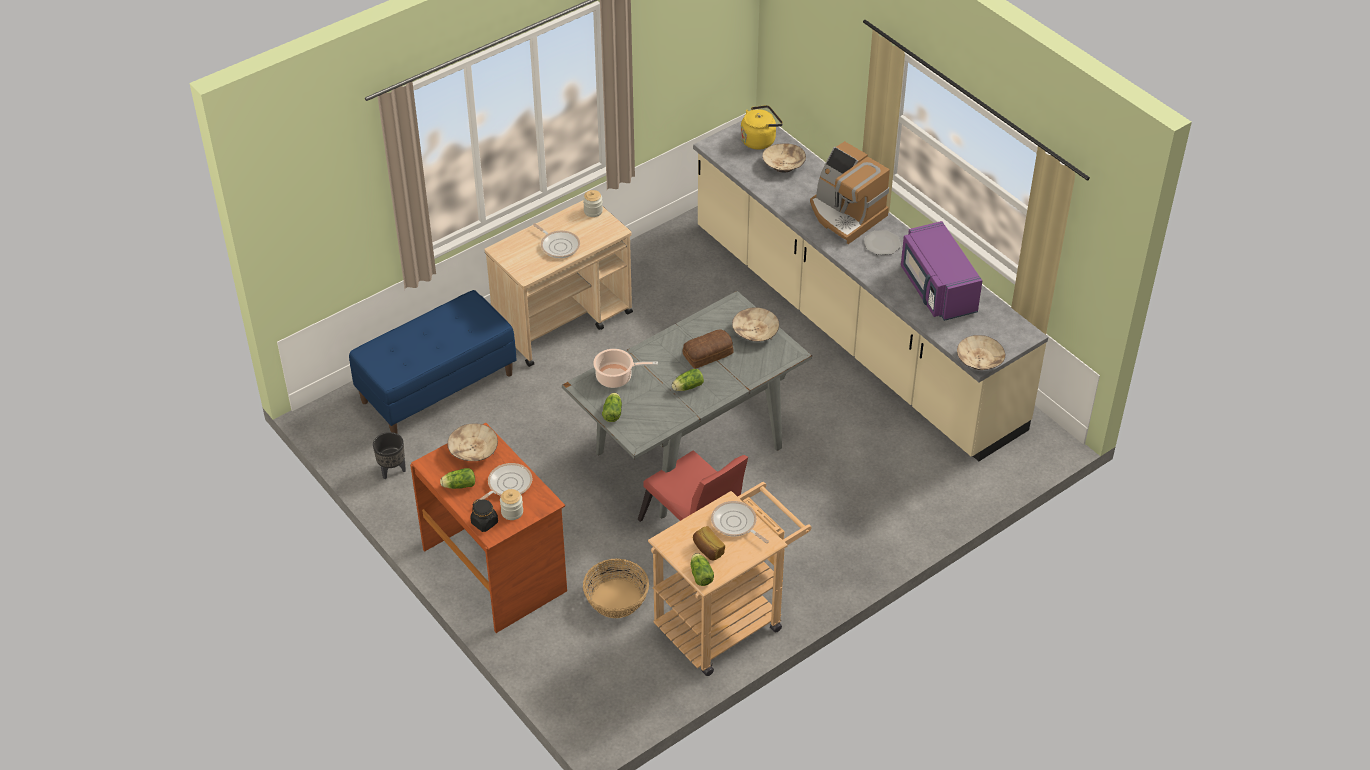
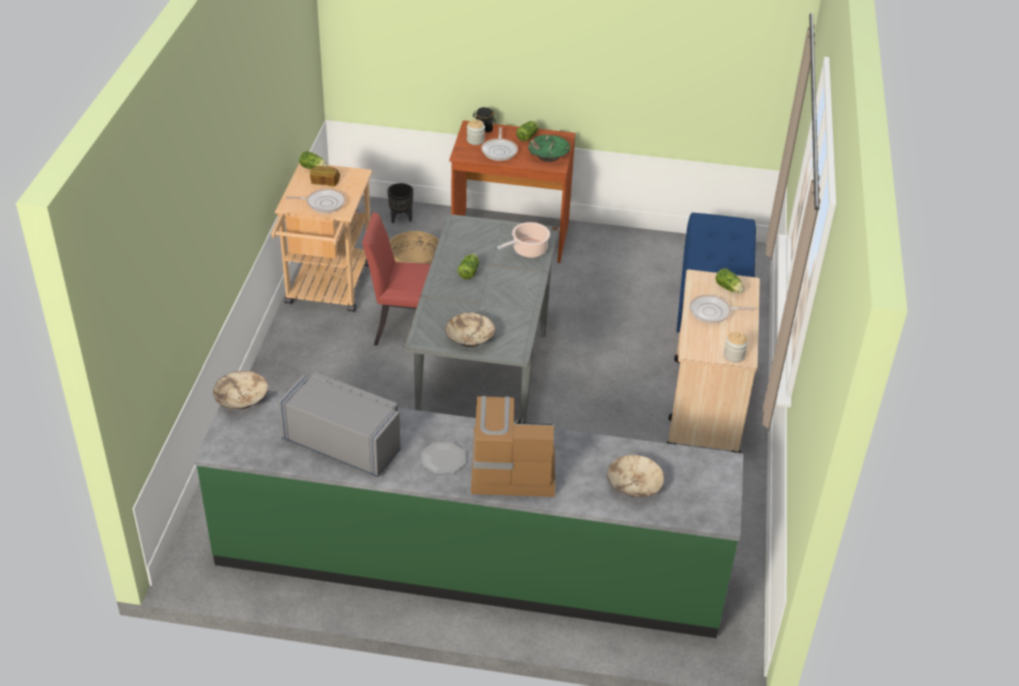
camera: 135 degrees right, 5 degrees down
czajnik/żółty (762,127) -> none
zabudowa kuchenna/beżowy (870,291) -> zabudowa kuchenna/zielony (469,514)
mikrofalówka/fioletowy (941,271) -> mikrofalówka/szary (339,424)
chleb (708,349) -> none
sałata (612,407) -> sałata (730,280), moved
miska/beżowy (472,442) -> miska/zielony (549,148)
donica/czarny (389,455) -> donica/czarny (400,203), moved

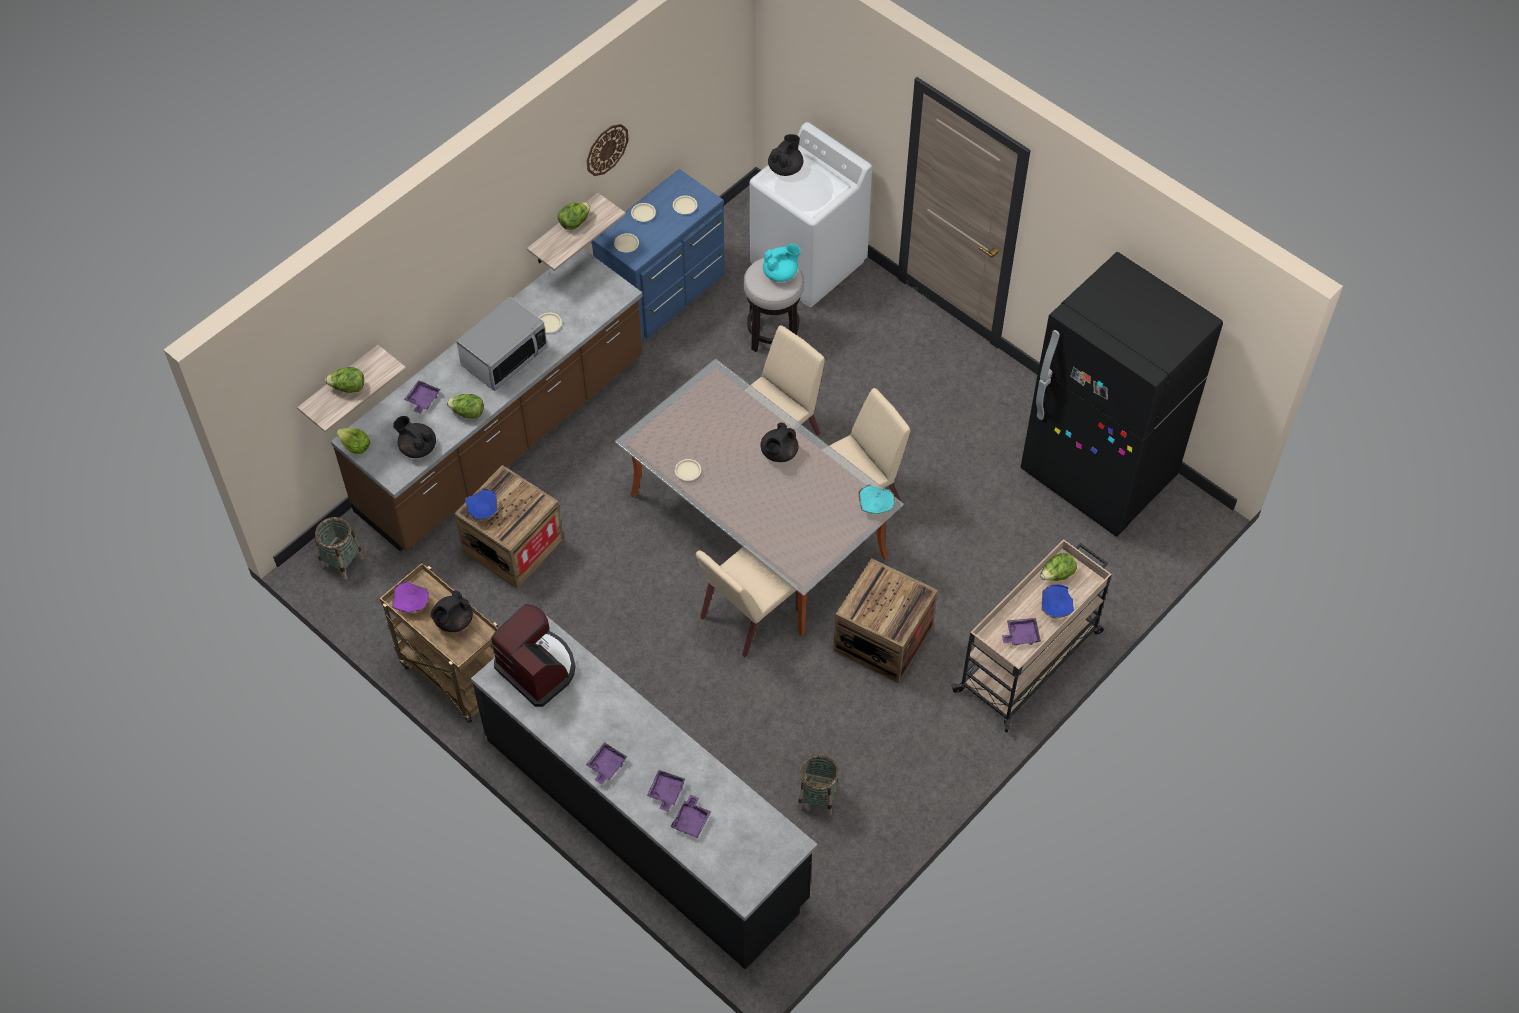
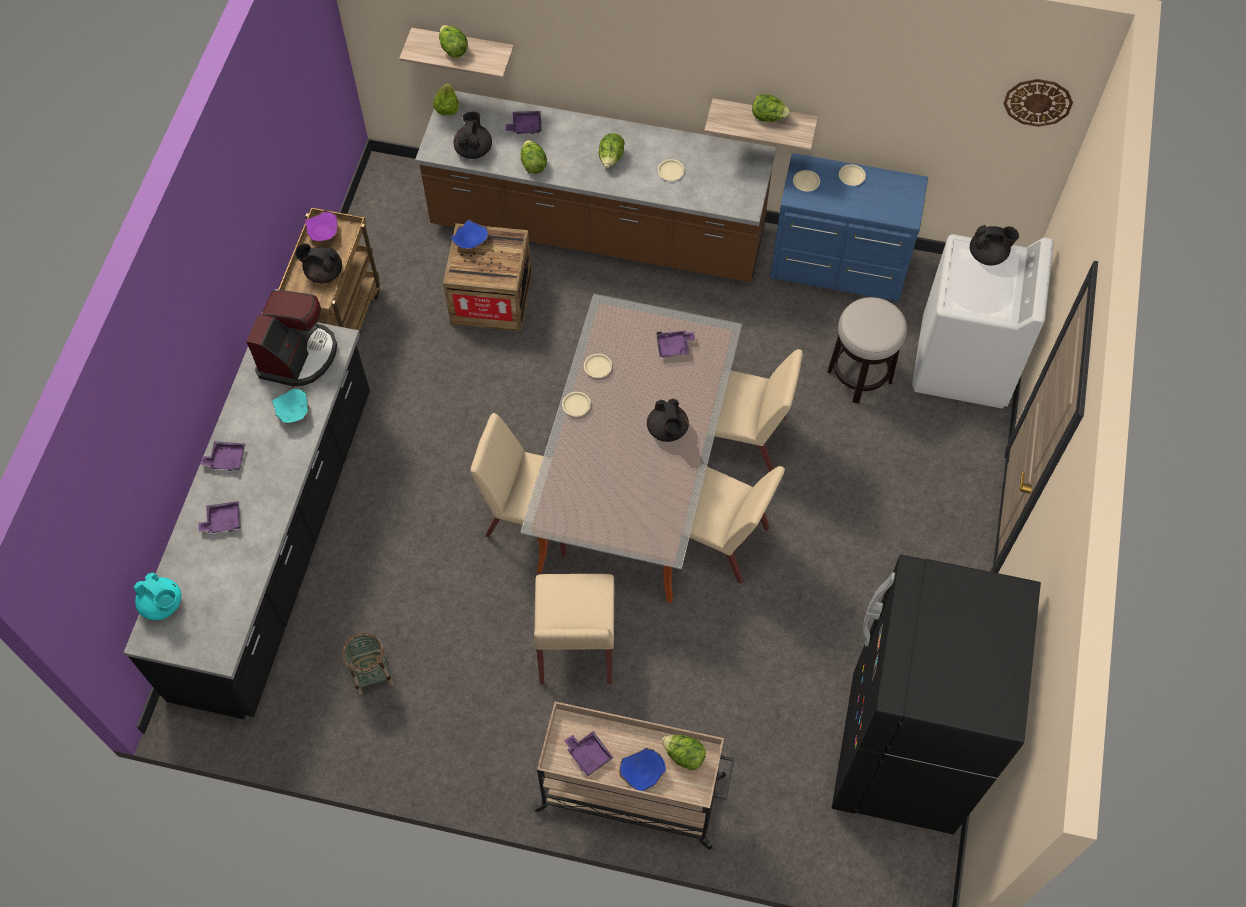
camera: 60 degrees right, 5 degrees up
zegar ścienny (608,150) -> zegar ścienny (1038,103), moved
talerz/beżowy (685,205) -> talerz/beżowy (576,404), moved
imbryk/turkusowy (782,263) -> imbryk/turkusowy (158,596), moved
mikrofalówka (501,344) -> sałata (611,150)
imbryk/czarny (779,442) -> imbryk/czarny (668,420), 105 degrees counterclockwise
miska/turkusowy (876,499) -> miska/turkusowy (290,405), moved
koszyk (339,548) -> none
skrzynka (885,621) -> krzesło/beżowy (574,629)
taca/fioletowy (691,816) -> taca/fioletowy (676,344), moved

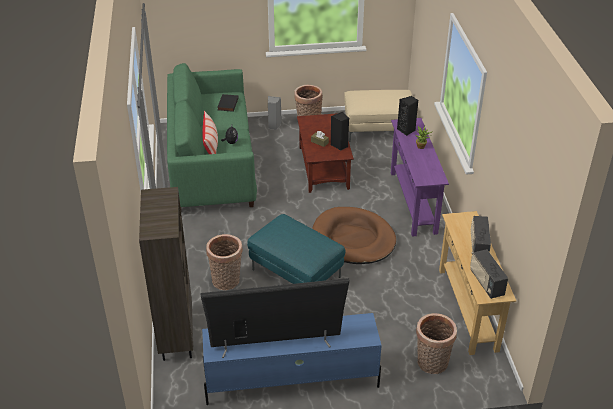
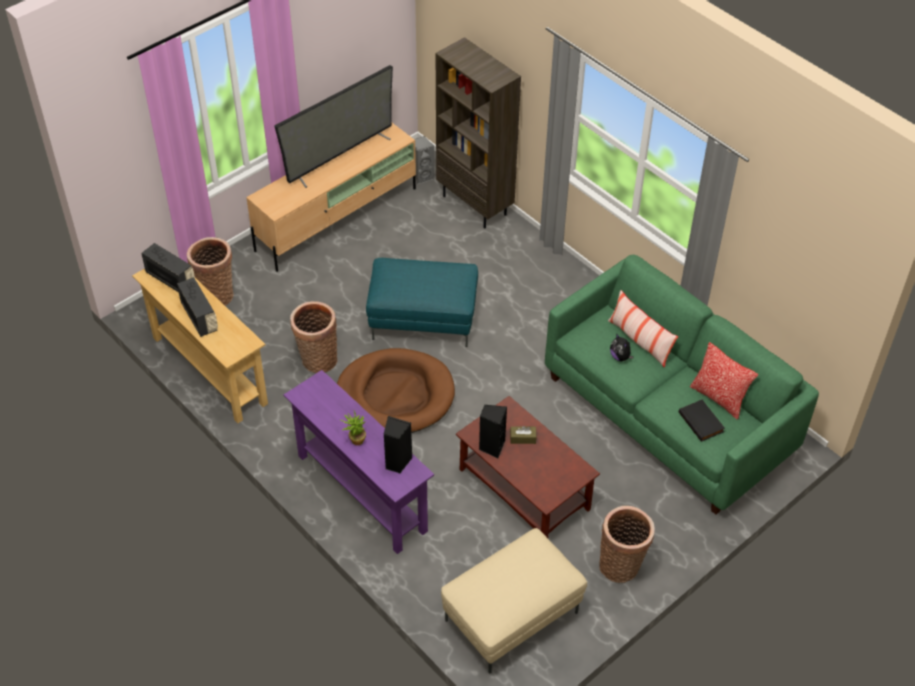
camera: 145 degrees right, 10 degrees up
głośnik/szary (275,113) -> głośnik/szary (424,160), moved
koszyk (224,262) -> koszyk (313,337), moved
szafka pod telewizor/niebieski (292,359) -> szafka pod telewizor/beżowy (331,197)
none -> poduszka (724,381)

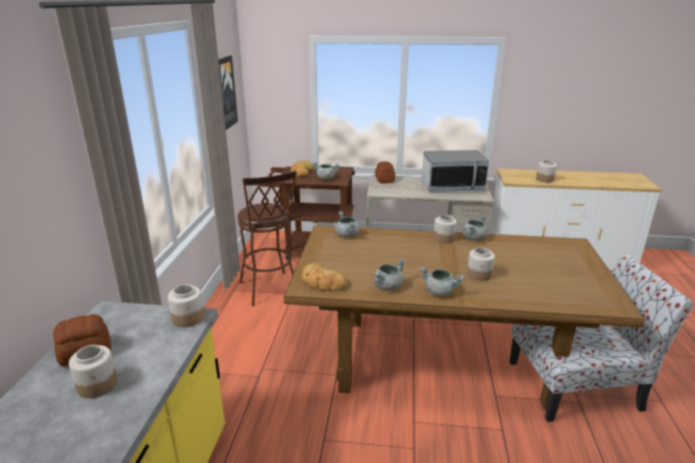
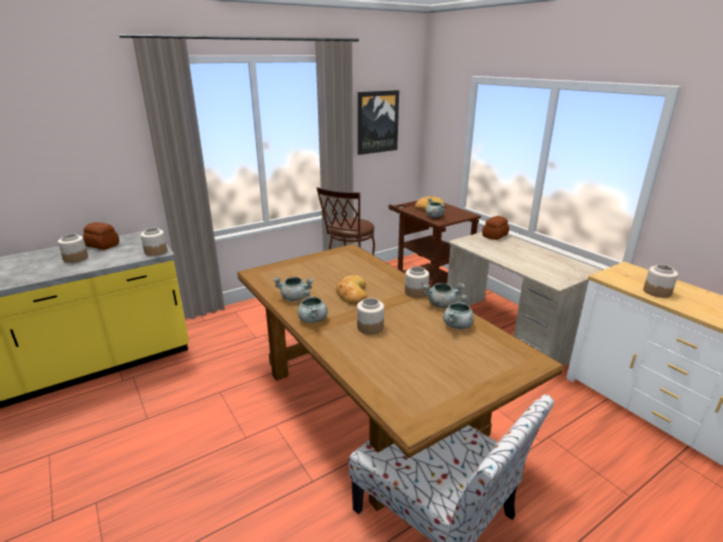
camera: 50 degrees right, 0 degrees up
mikrofalówka (455,171) -> none
garnek/szary (347,224) -> garnek/szary (458,312), moved
chleb (324,277) -> chleb (351,289), moved

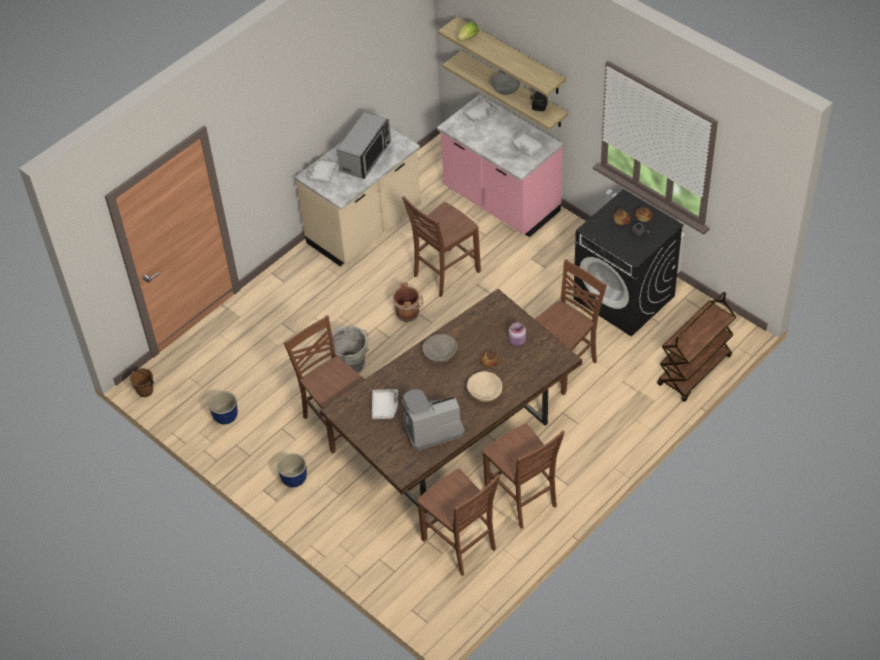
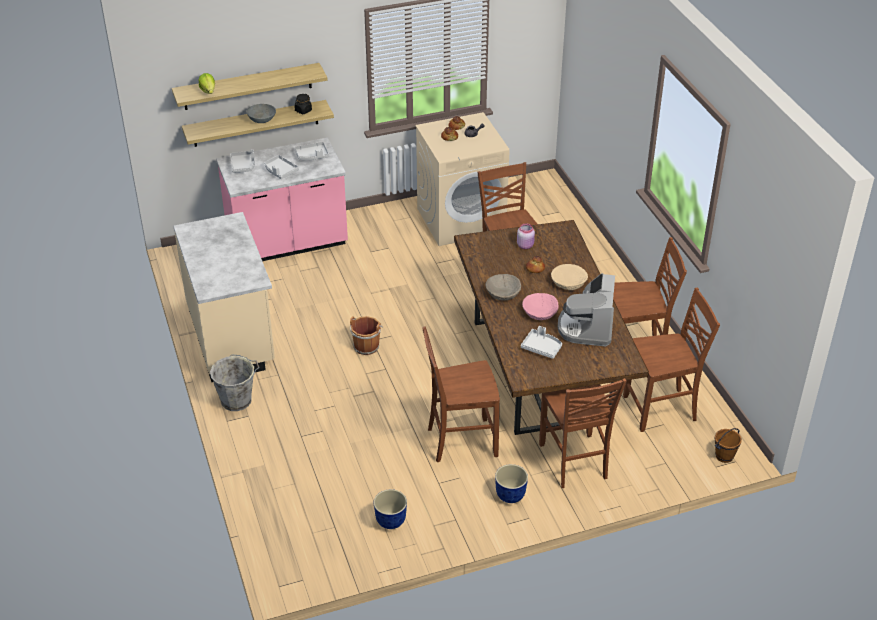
camera: 65 degrees left, 10 degrees down
mikrofalówka (364,145) -> none
taca/szary (322,171) -> taca/szary (281,167), moved
pralka/czarny (628,263) -> pralka/beżowy (462,179)
krzesło/brązowy (441,246) -> krzesło/brązowy (582,433), moved
wózek/brązowy (696,347) -> none
wiadro/szary (348,349) -> wiadro/szary (234,383), moved
wiadro/brązowy (142,382) -> wiadro/brązowy (728,445), moved
none -> miska/różowy (540,306)

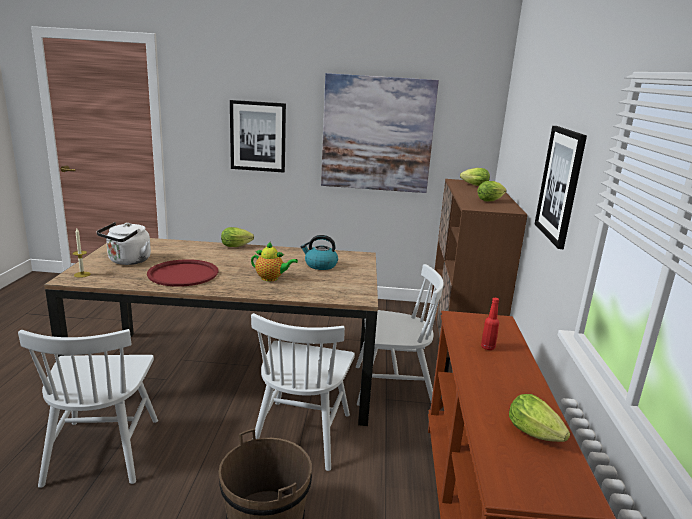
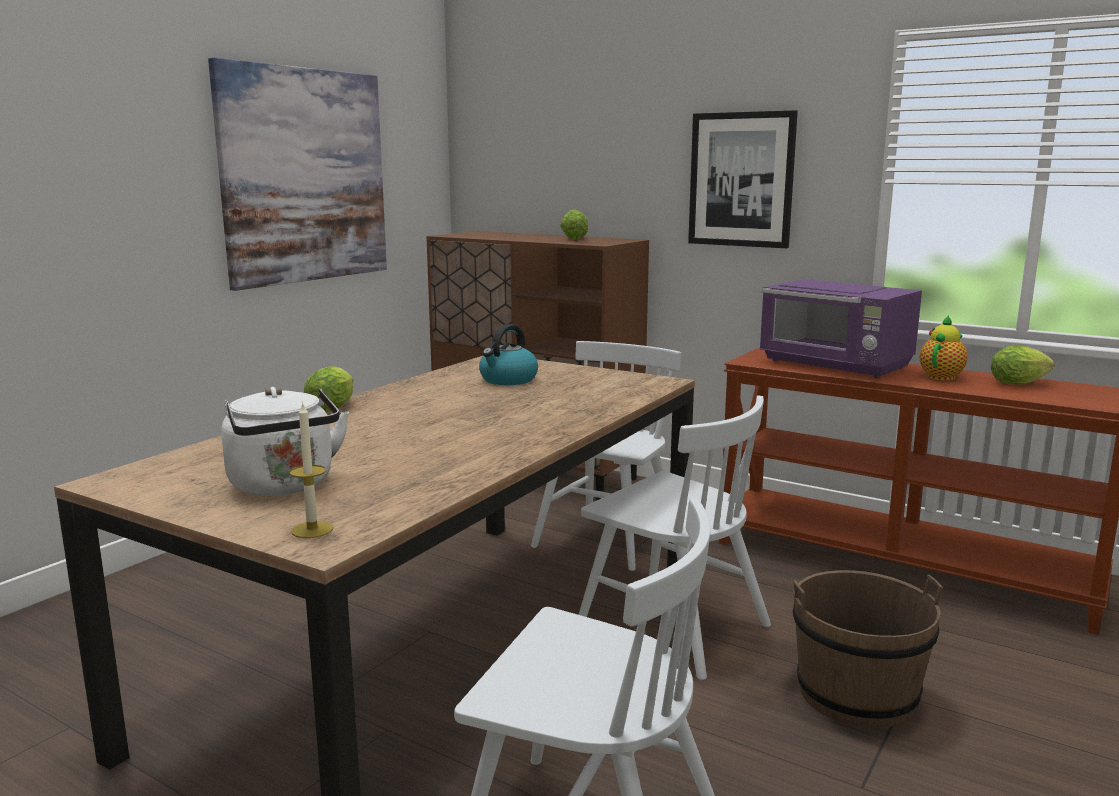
camera: 60 degrees left, 5 degrees down
obraz (258,136) -> none
sałata (475,177) -> none
imbryk (274,261) -> imbryk (944,348), moved
taca/czerwony (182,273) -> none
butelka/czerwony (490,324) -> mikrofalówka/fioletowy (841,328)

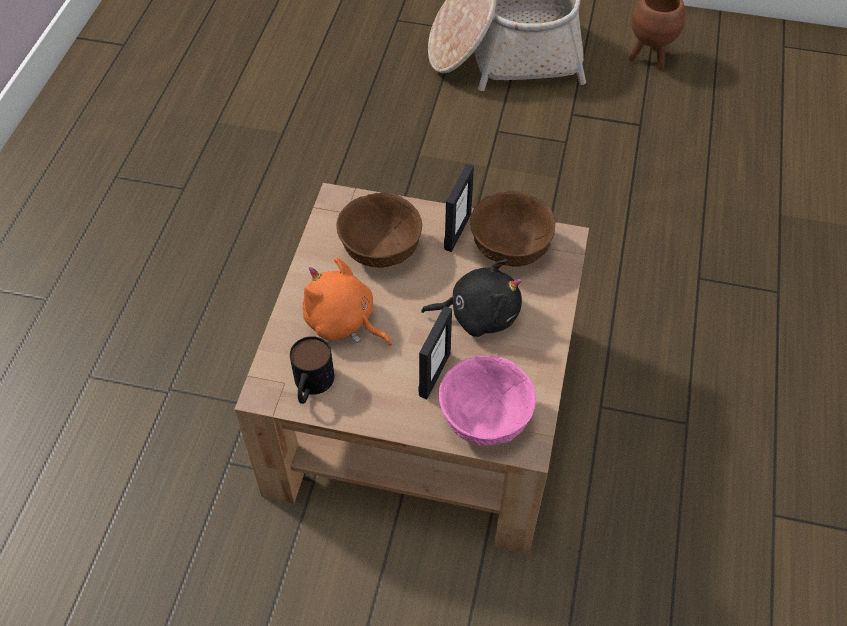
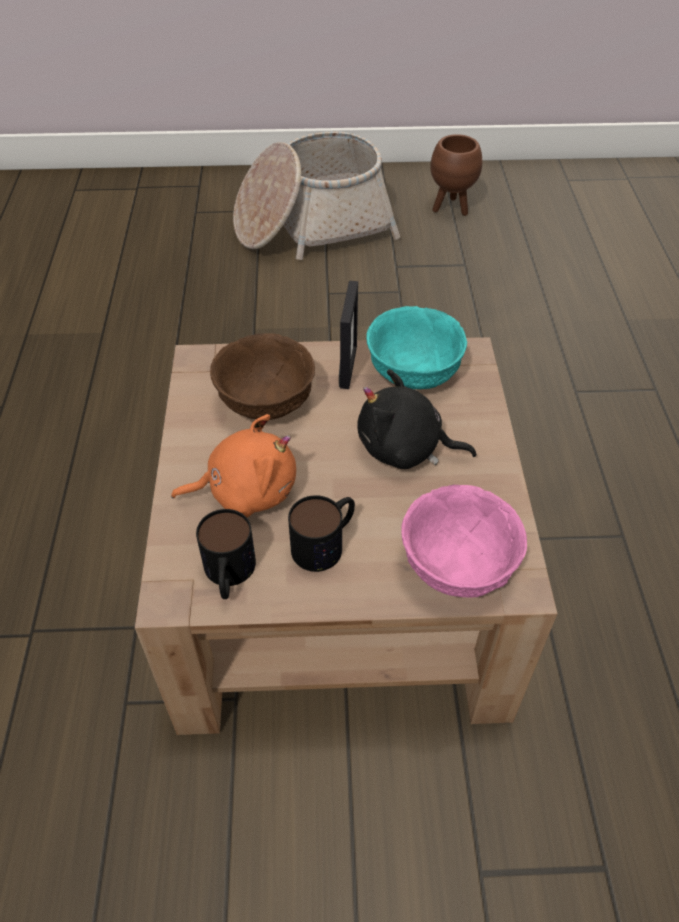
camera: 15 degrees left, 5 degrees down
miska/brązowy (512,229) -> miska/turkusowy (416,347)
pluszak/pomarańczowy (347,301) -> pluszak/pomarańczowy (233,465), 150 degrees clockwise
pluszak/czarny (471,298) -> pluszak/czarny (416,419), 150 degrees counterclockwise
ramka na zdjęcie (435,352) -> none
none -> kubek (321,533)

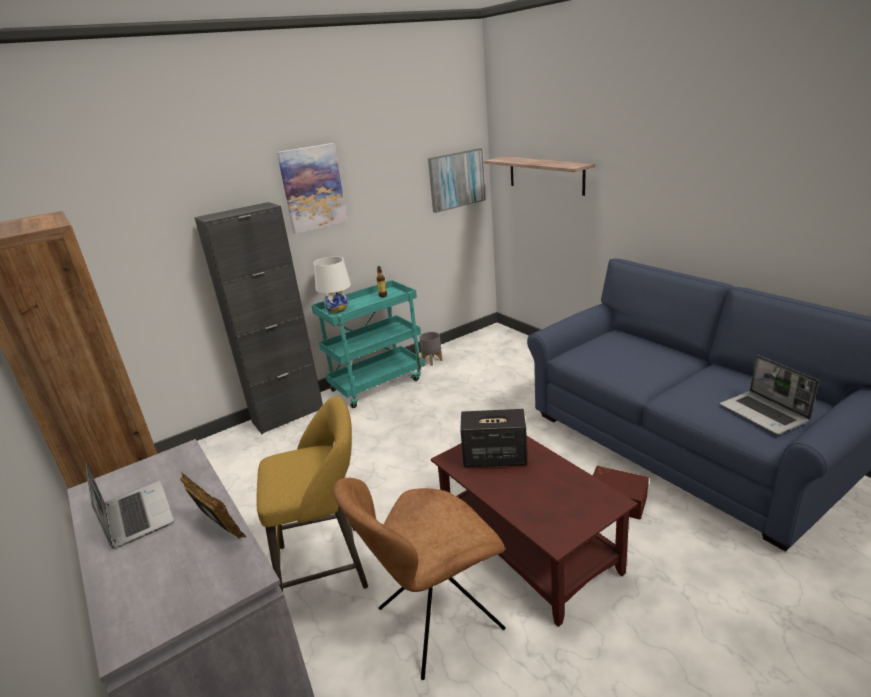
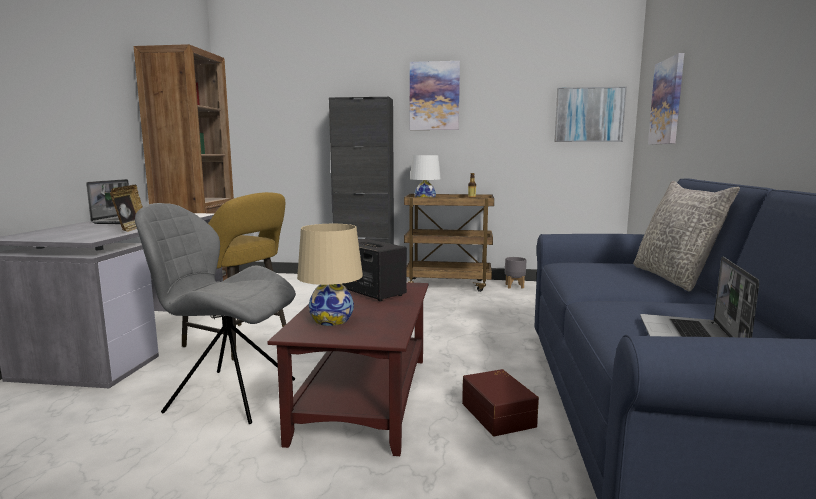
camera: 40 degrees right, 15 degrees down
półka (539,176) -> obraz (666,99)
wózek/turkusowy (368,344) -> wózek/brązowy (449,243)
krzesło/brązowy (419,579) -> krzesło/szary (215,313)
none -> poduszka/szary (686,236)
none -> lampa stołowa/beżowy (330,275)

